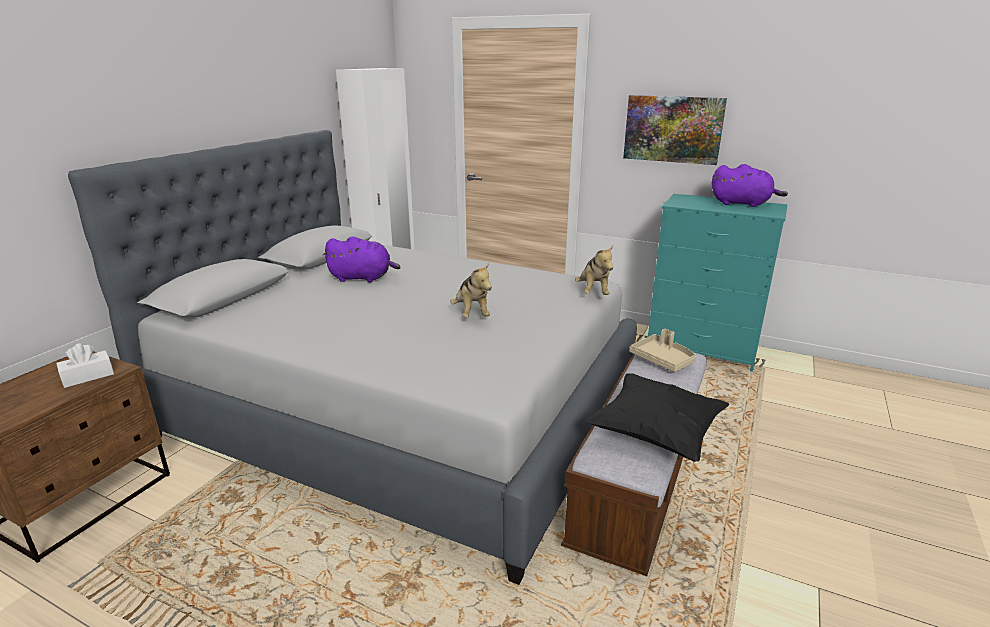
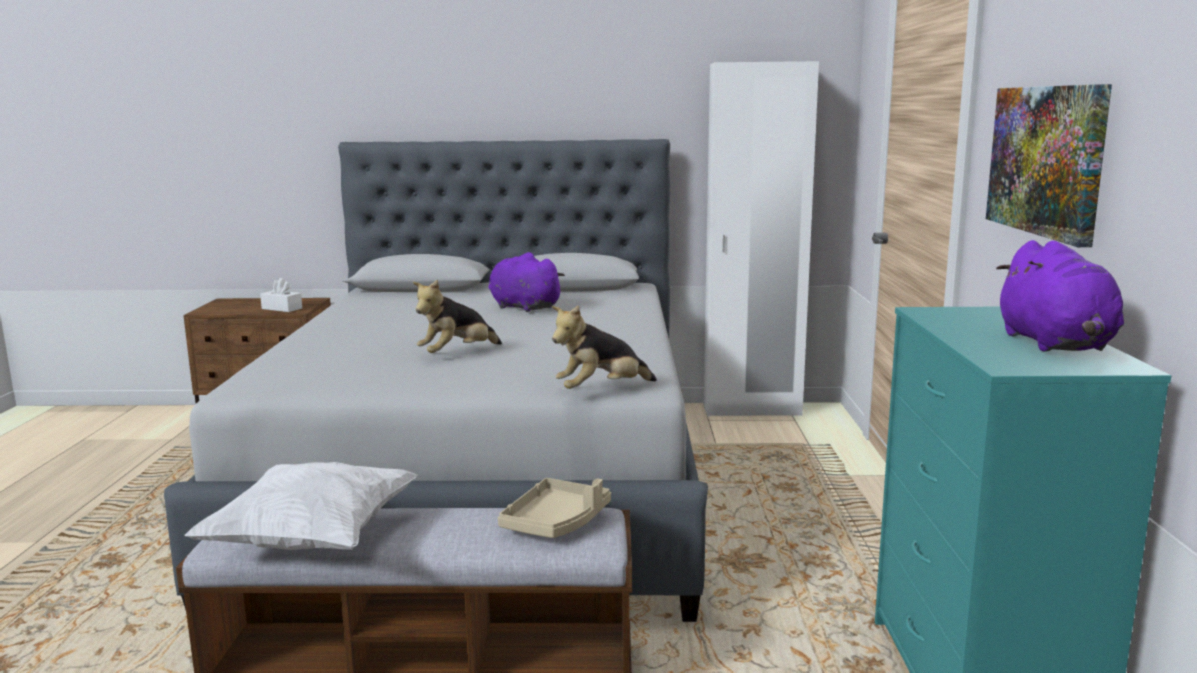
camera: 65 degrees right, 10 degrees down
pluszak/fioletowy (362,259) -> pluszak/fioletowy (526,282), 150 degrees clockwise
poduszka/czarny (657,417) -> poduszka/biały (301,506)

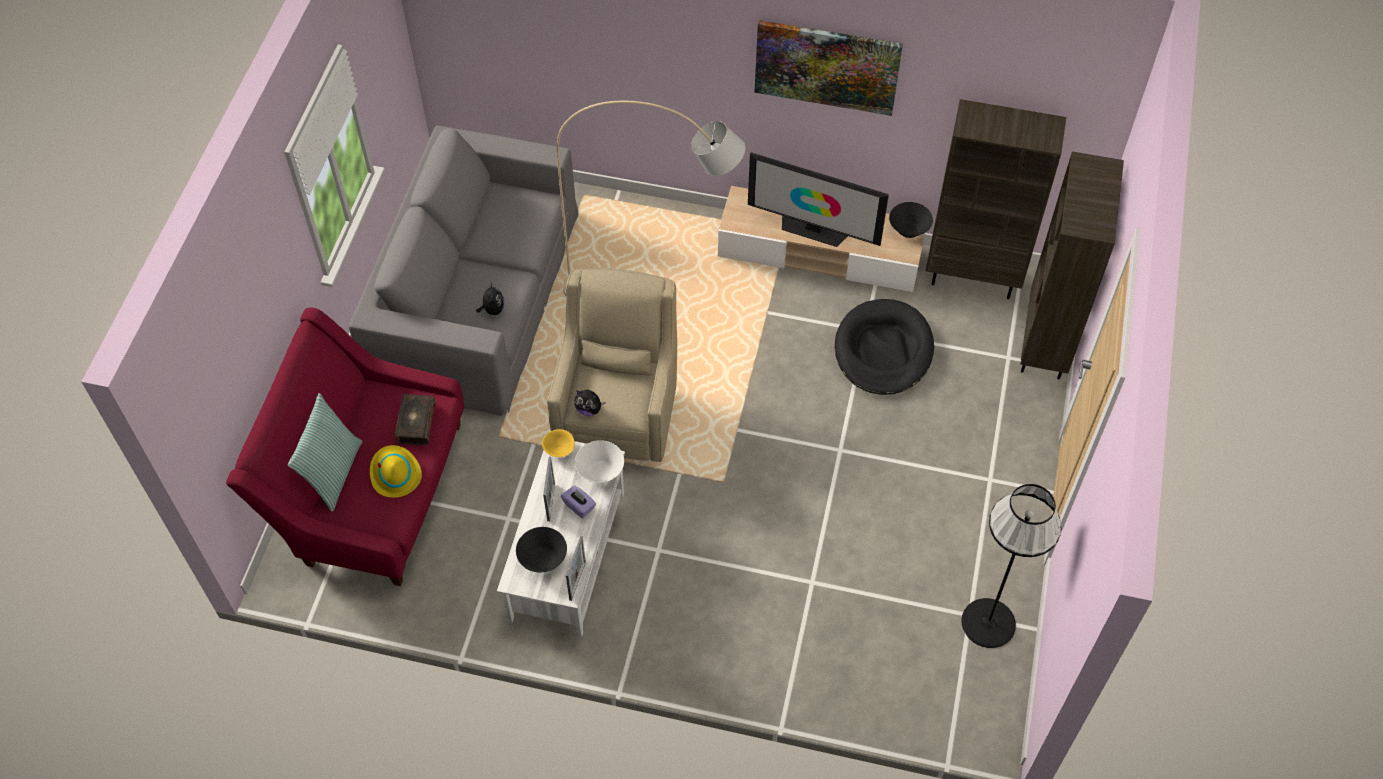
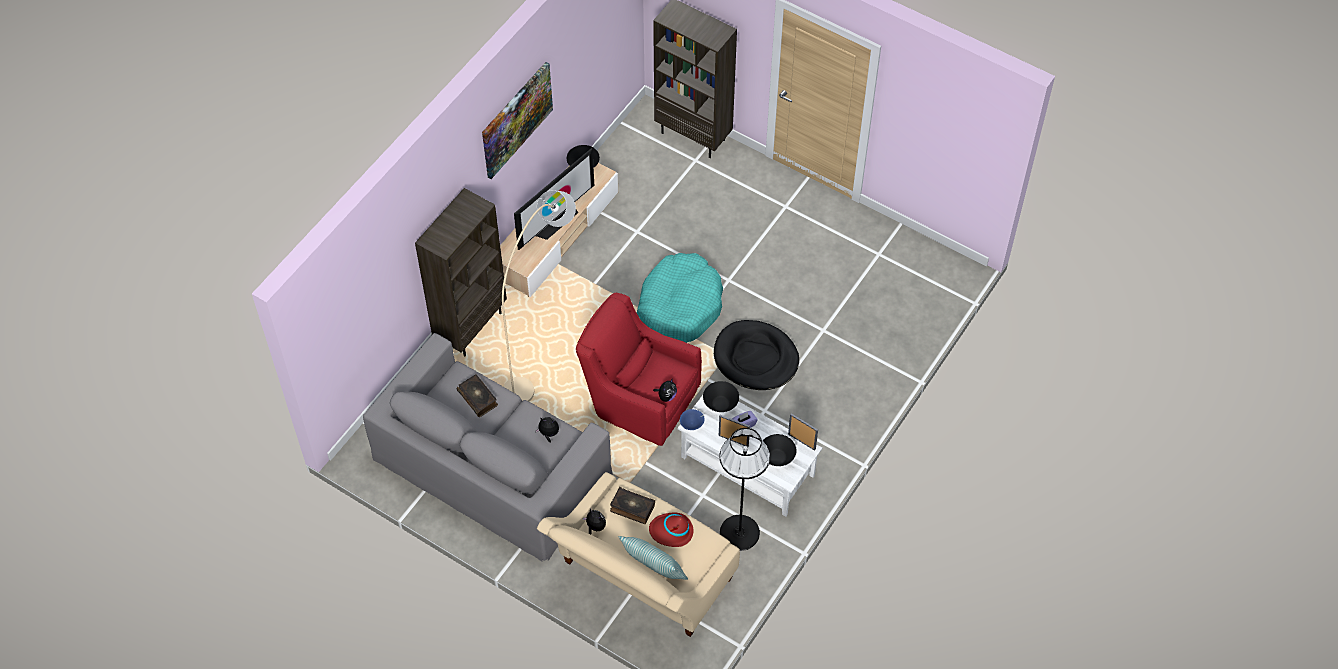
camera: 70 degrees left, 0 degrees up
regał/brązowy (996,199) -> regał/brązowy (461,272), moved
fotel/beżowy (612,365) -> fotel/czerwony (639,369)
legowisko/czarny (884,347) -> legowisko/czarny (756,355), moved
kanapa/czerwony (345,446) -> kanapa/beżowy (638,554)
miska/żółty (558,443) -> miska/niebieski (692,419)
miska/biały (599,461) -> miska/czarny (721,396)
kapelusz/żółty (396,471) -> kapelusz/czerwony (671,530)
lampa stojąca/czarny (1011,566) -> lampa stojąca/czarny (745,489), moved
none -> legowisko/turkusowy (680,298)
none -> książka (477,395)
none -> pluszak (594,521)

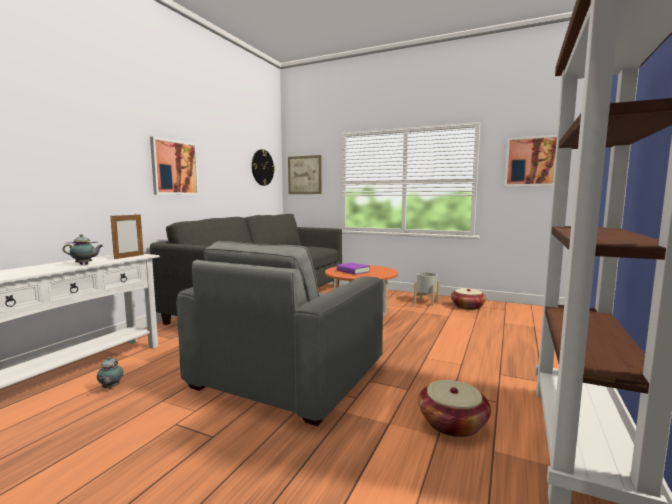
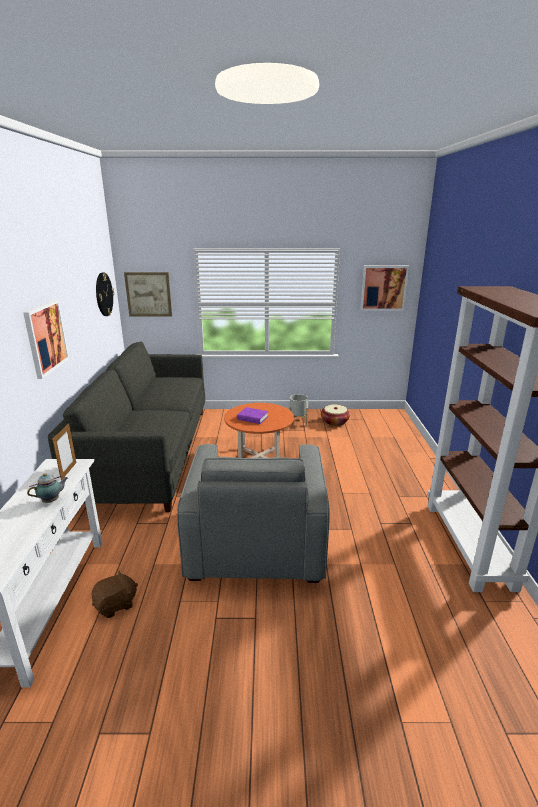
camera: 25 degrees left, 15 degrees up
imbryk (110,373) -> pluszak/brązowy (114,594)
koszyk (454,408) -> none

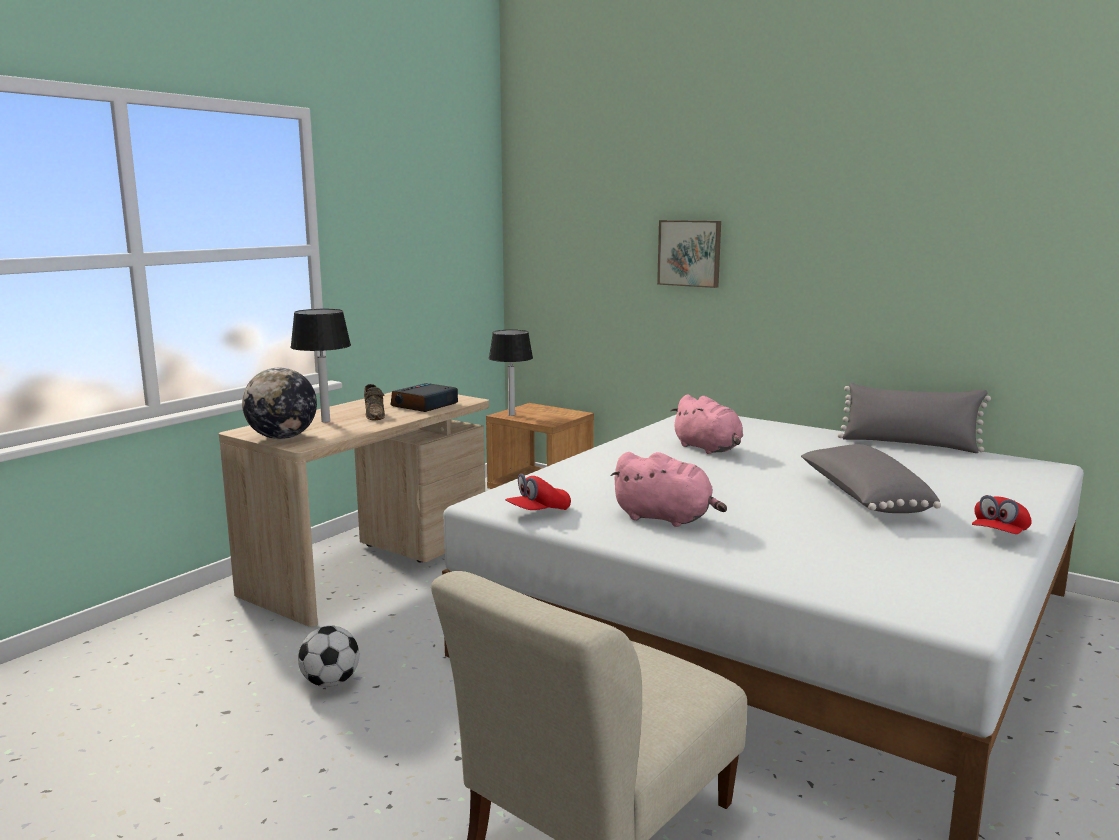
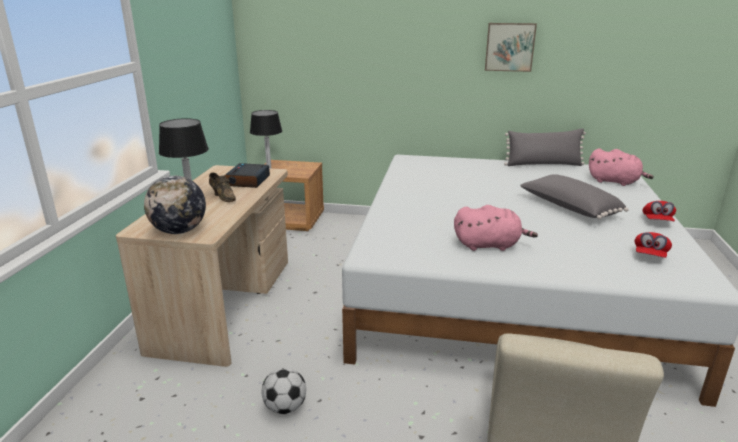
camera: 25 degrees left, 10 degrees up
obraz (689,254) -> obraz (511,47), moved
pluszak/różowy (707,424) -> pluszak/różowy (621,167), moved
czapka z daszkiem/czerwony (538,491) -> czapka z daszkiem/czerwony (653,245), moved

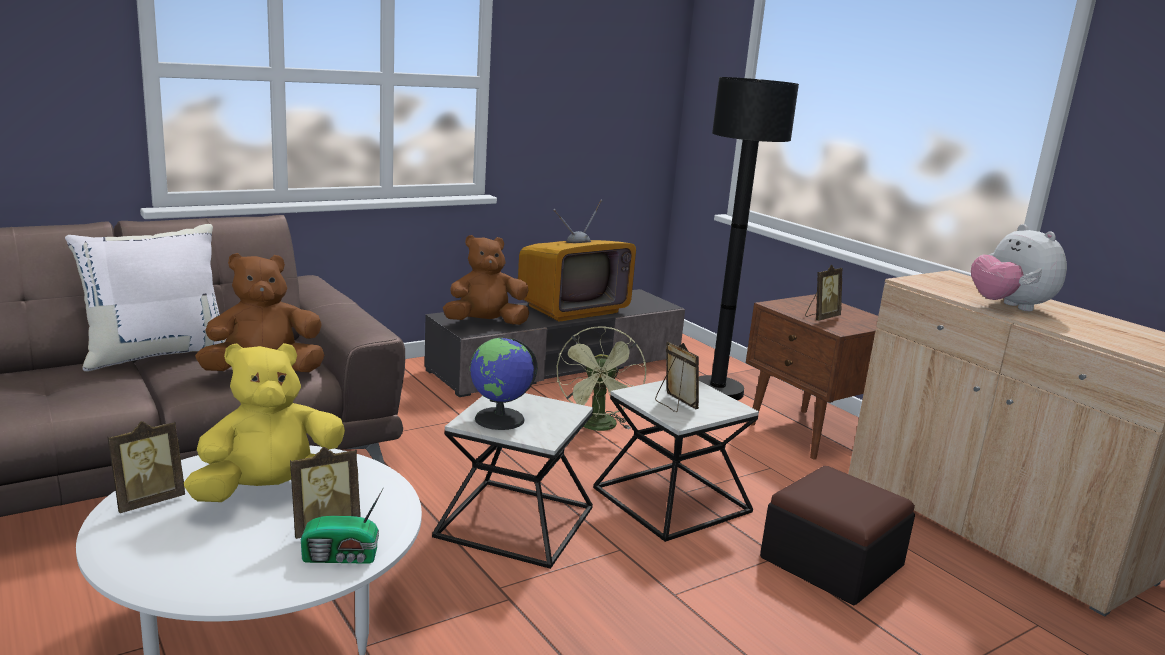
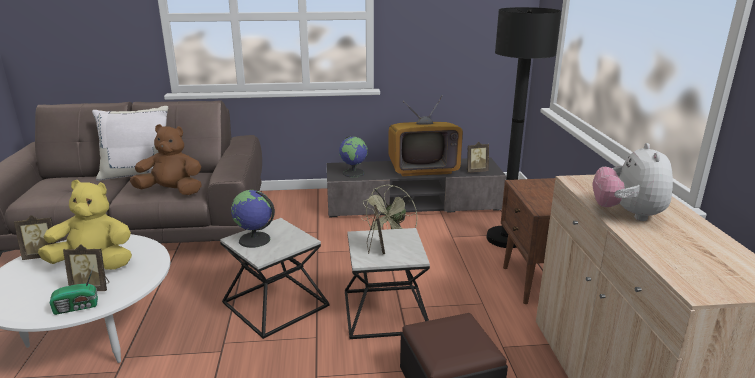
camera: 30 degrees right, 5 degrees up
pluszak/brązowy (486,280) -> globus (353,156)
ramka na zdjęcie (824,292) -> ramka na zdjęcie (478,157), moved
radio (342,526) -> radio (74,290), 45 degrees counterclockwise

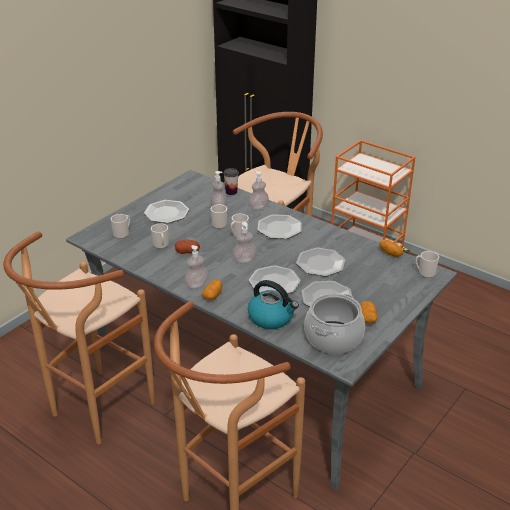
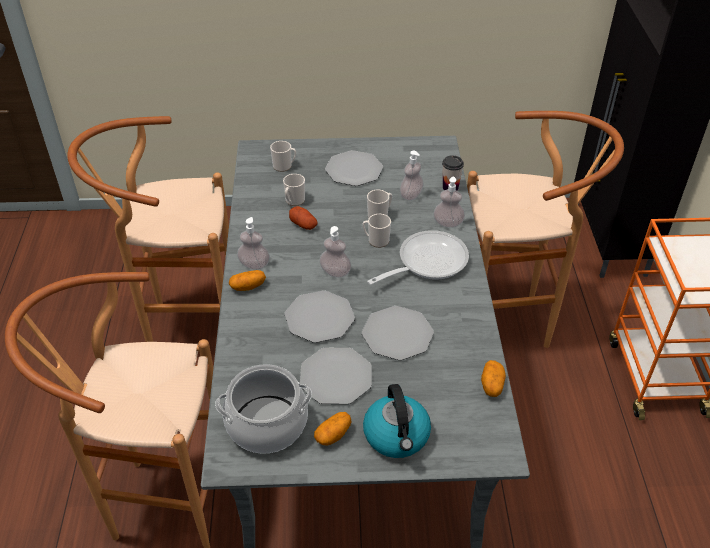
camera: 50 degrees right, 10 degrees up
talerz (279,226) -> patelnia (418,257)
kubek (427,264) -> none
czajnik (273,304) -> czajnik (397,421), moved

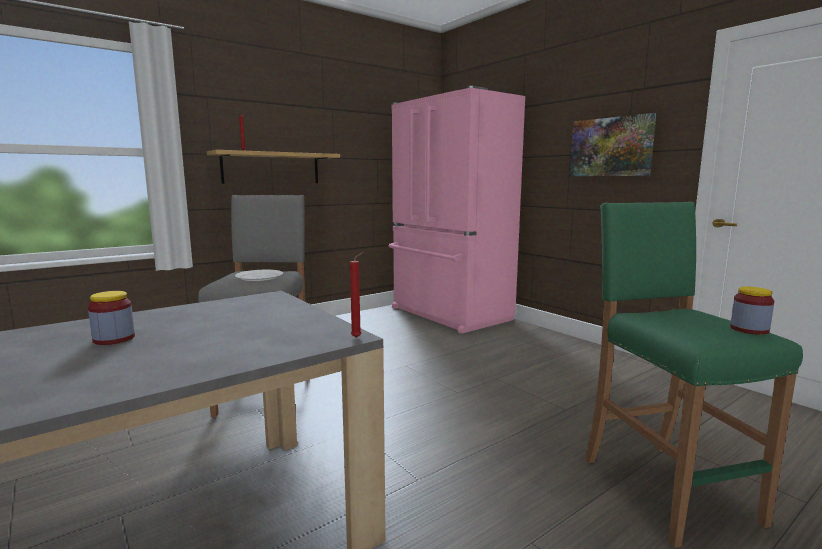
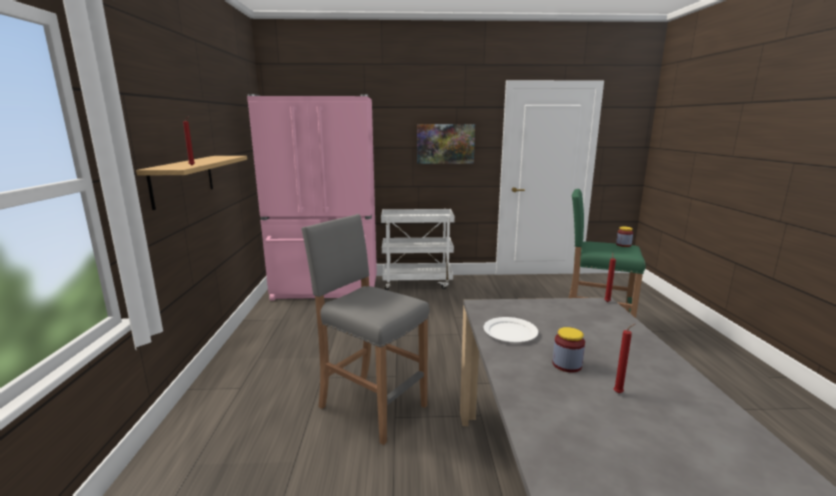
camera: 55 degrees left, 5 degrees up
talerz/biały (259,275) -> talerz/biały (511,329), moved
none -> wózek/biały (418,249)
none -> świeca/czerwony (624,358)

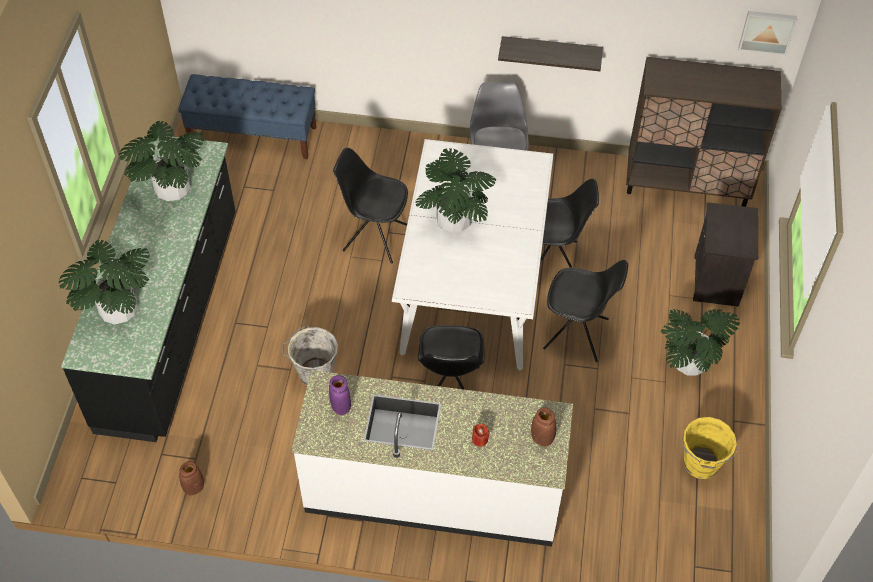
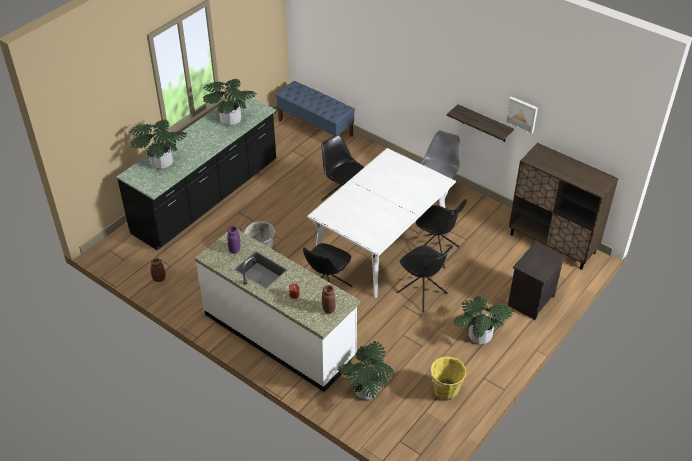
camera: 30 degrees right, 10 degrees down
obraz (768,33) -> obraz (521,115), moved
roślina doniczkowa (455,190) -> roślina doniczkowa (366,370), moved

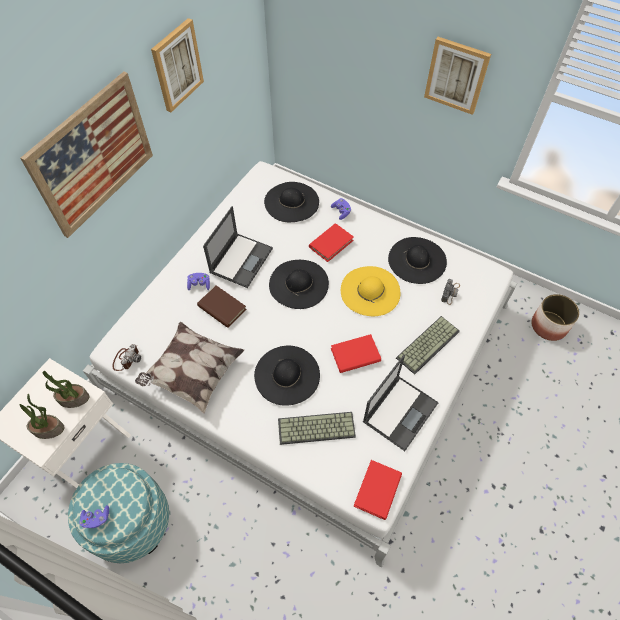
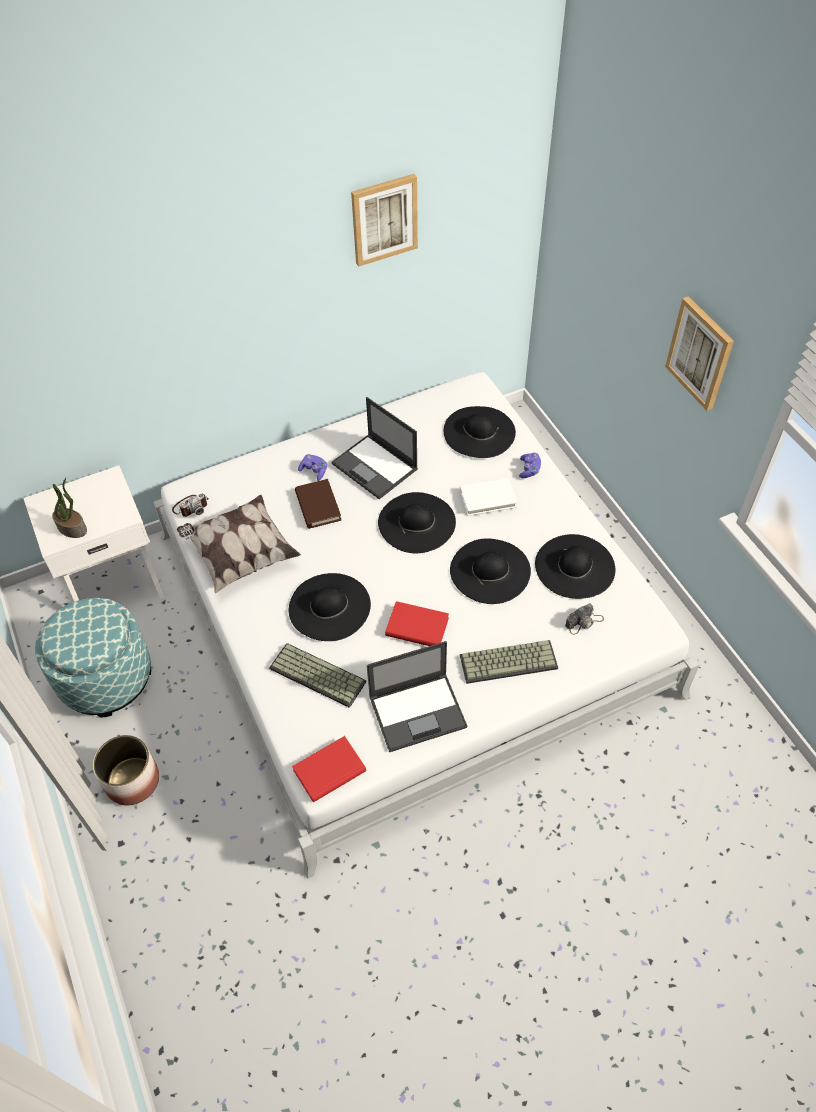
camera: 35 degrees right, 5 degrees down
obraz (86,155) -> none
laptop (238,247) -> laptop (375,448), 75 degrees clockwise
książka/czerwony (331,242) -> książka/biały (488,497)
kapelusz/żółty (370,291) -> kapelusz/czarny (490,571)
donica (555,317) -> donica (126,770), moved
roślina doniczkowa (66,389) -> none
pad do gier/fioletowy (94,516) -> none

